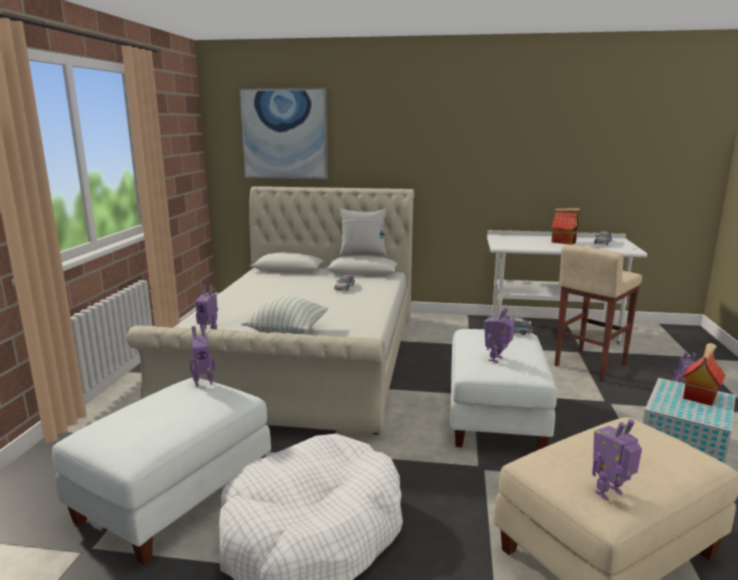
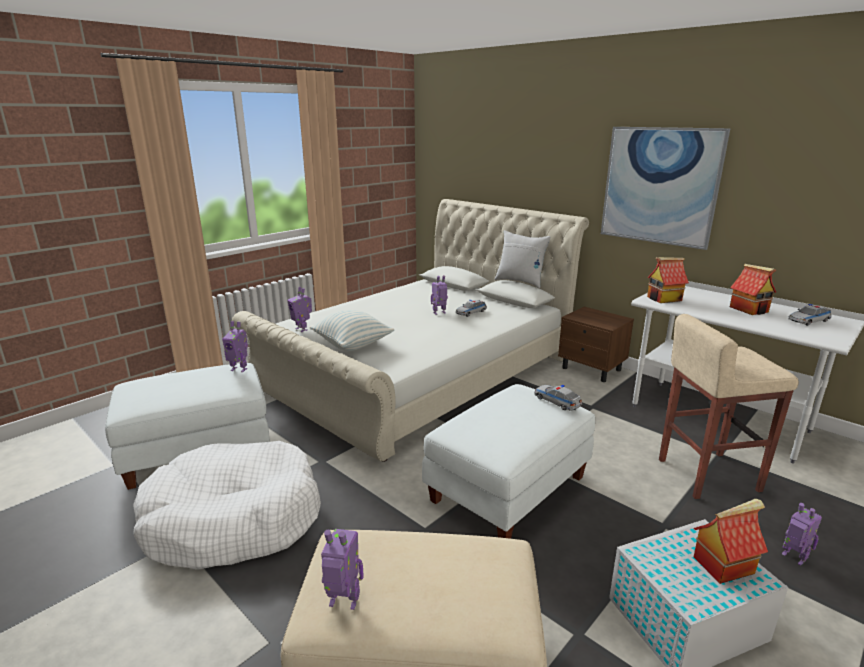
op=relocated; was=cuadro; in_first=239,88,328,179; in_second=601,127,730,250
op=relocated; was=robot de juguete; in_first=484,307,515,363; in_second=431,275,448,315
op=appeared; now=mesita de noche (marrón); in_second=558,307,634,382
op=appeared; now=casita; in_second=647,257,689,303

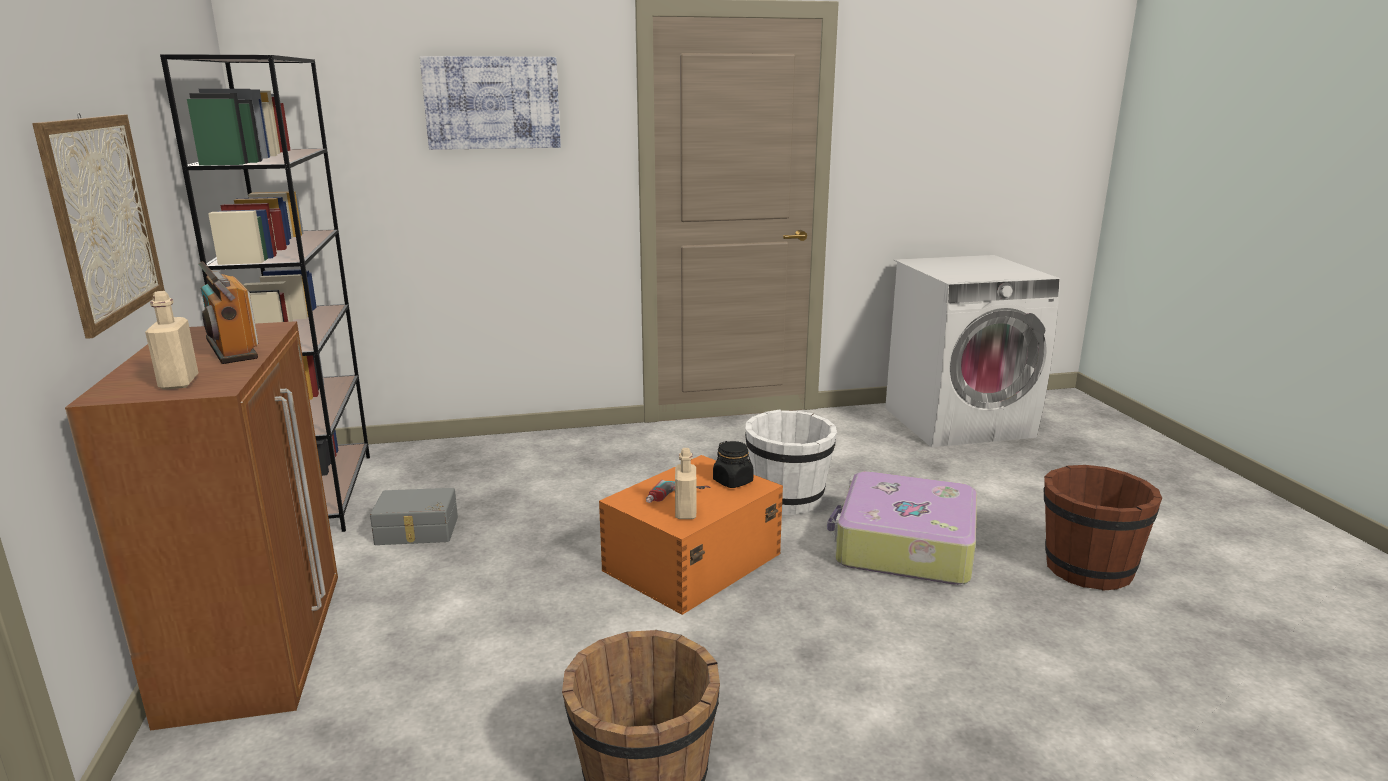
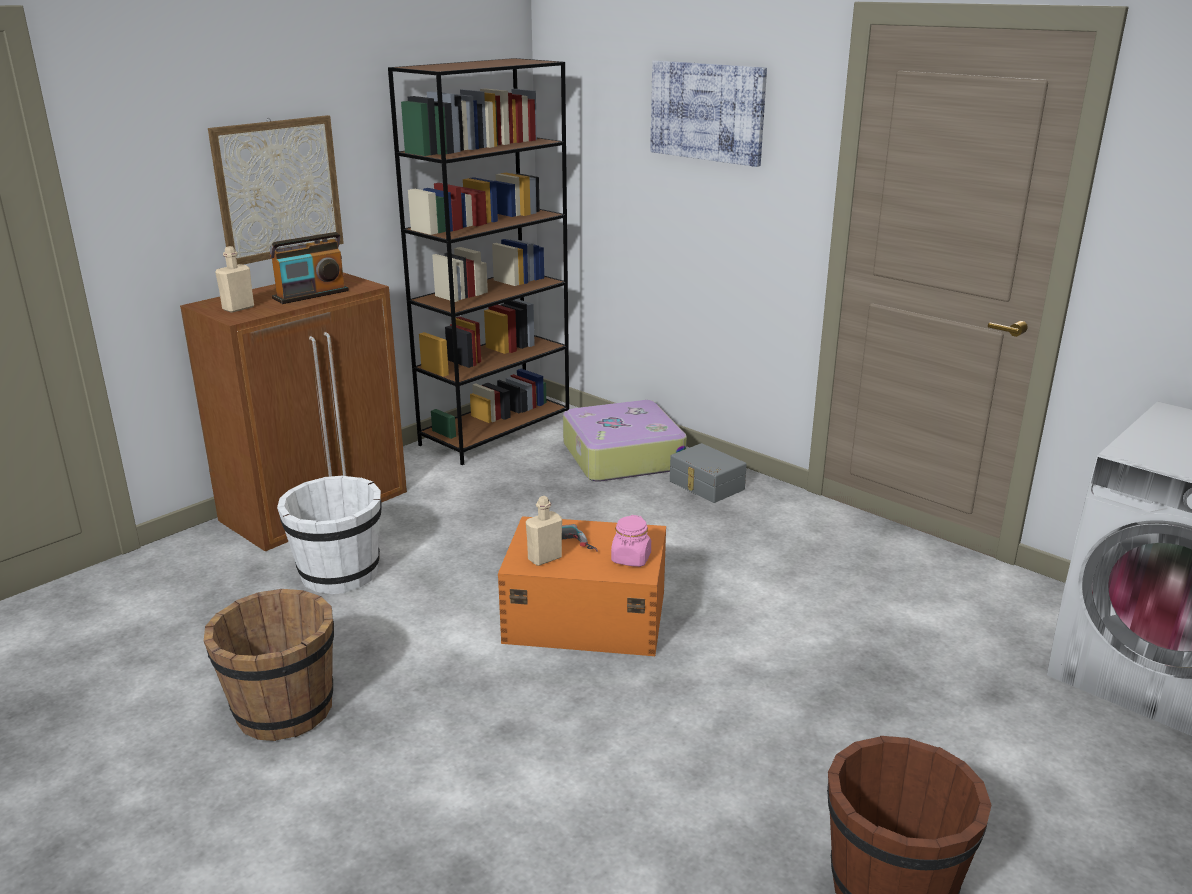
op=spun; was=radio; in_first=198,261,259,364; in_second=270,232,349,304; clockwise=-150
op=relocated; was=caja de almacenaje (gris); in_first=370,488,458,545; in_second=670,443,747,503
op=colour; was=tarro (negro); now=tarro (rosa); in_first=713,441,754,488; in_second=611,515,651,567
op=relocated; was=cubo (blanco); in_first=745,409,837,515; in_second=277,476,382,594
op=relocated; was=maleta; in_first=827,471,977,585; in_second=563,400,687,482

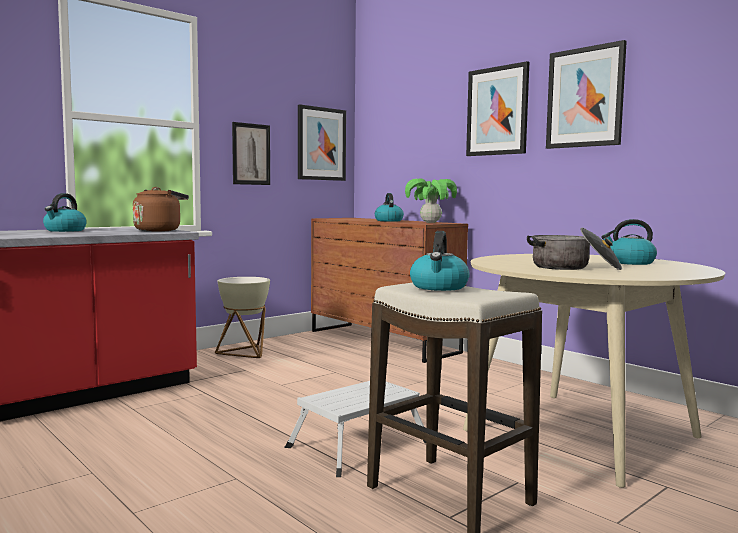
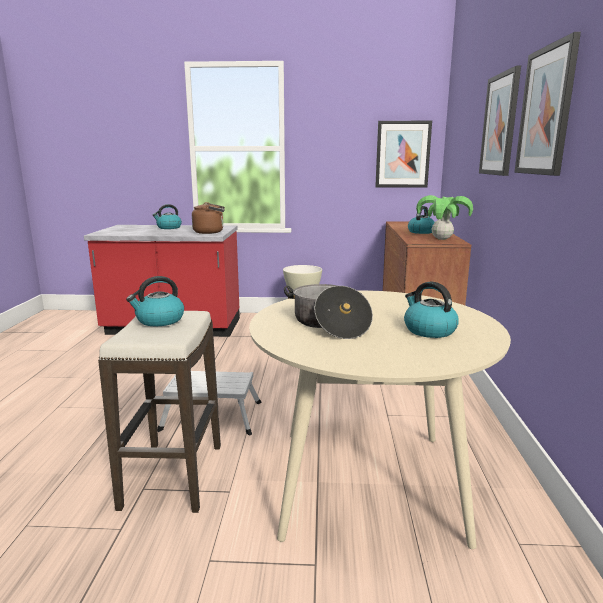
op=missing; was=cuadro; in_first=232,122,270,185

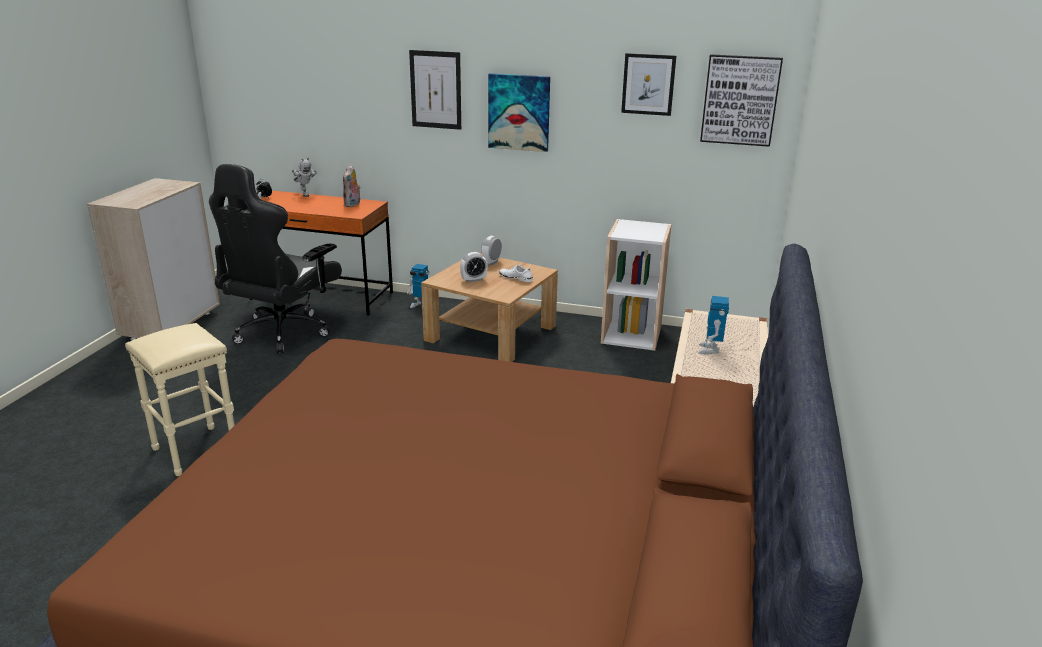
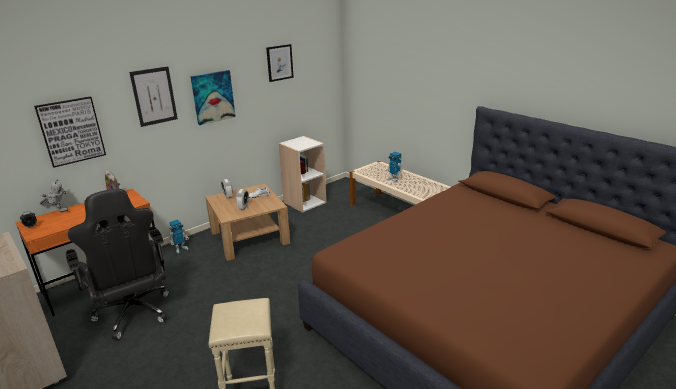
op=relocated; was=cuadro; in_first=700,54,783,147; in_second=34,97,106,167

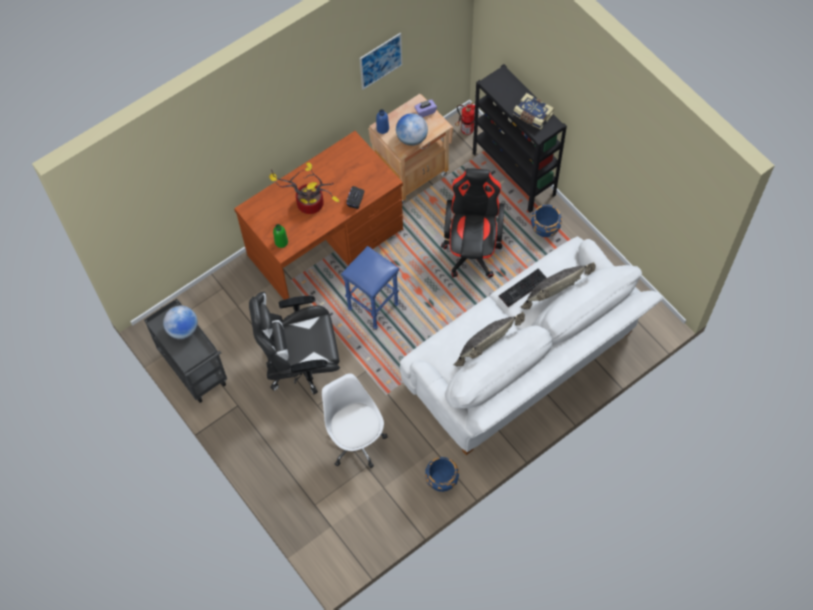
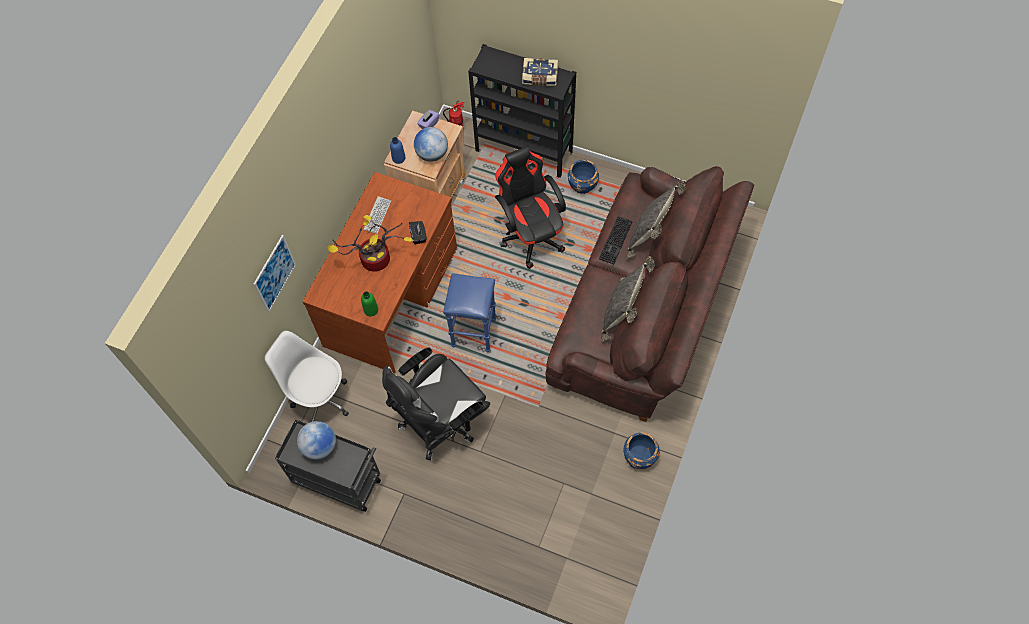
op=relocated; was=silla de oficina (blanco); in_first=322,373,387,468; in_second=265,331,349,422
op=relocated; was=cuadro; in_first=360,32,402,90; in_second=254,235,296,312
op=colour; was=sofá (blanco); now=sofá (marrón); in_first=400,236,662,455; in_second=545,166,754,422
op=appeared; now=teclado; in_second=364,196,391,234

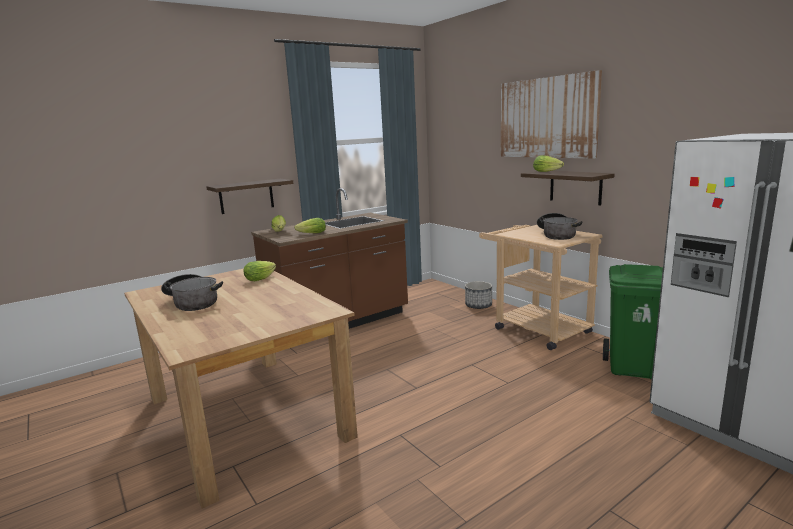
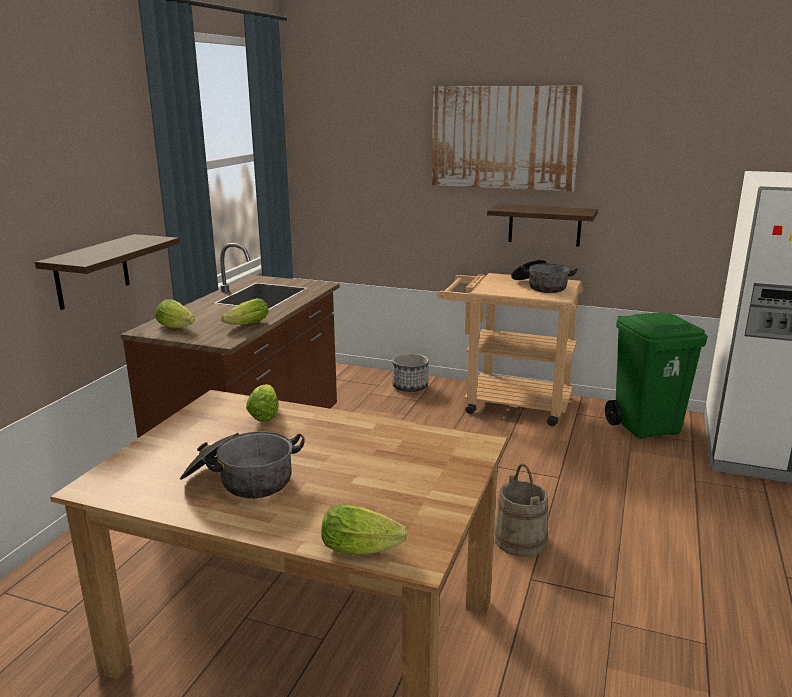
op=relocated; was=lechuga; in_first=533,155,564,172; in_second=321,504,408,555
op=appeared; now=cubo (beis); in_second=494,463,548,557

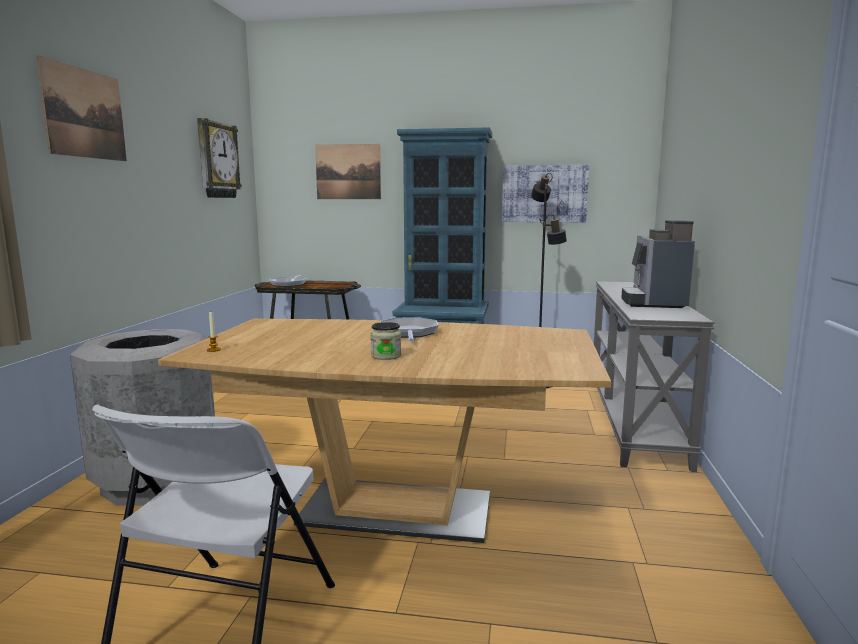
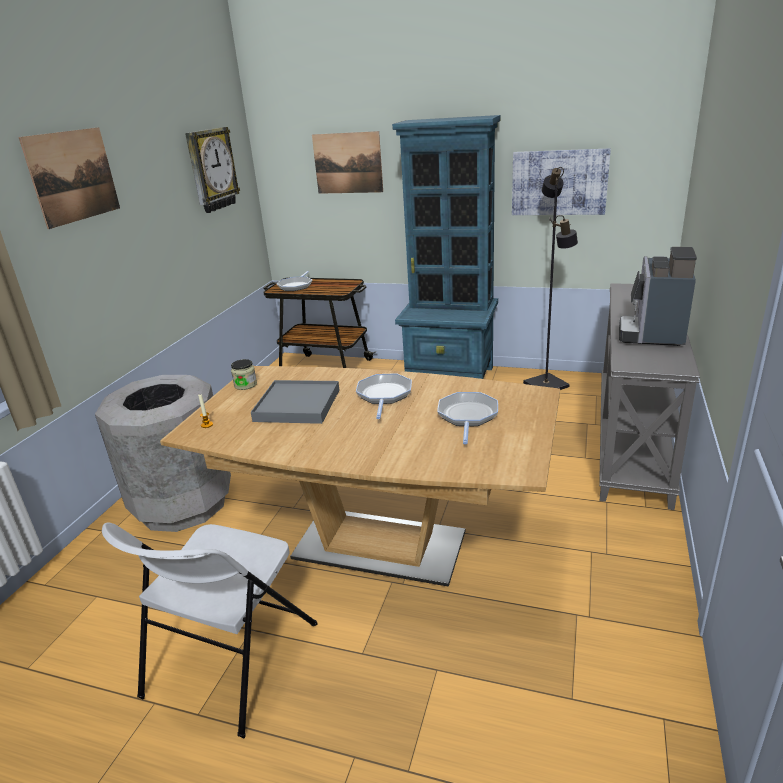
op=relocated; was=tarro; in_first=371,322,401,360; in_second=231,359,257,390
op=appeared; now=bandeja (gris); in_second=251,380,339,424
op=appeared; now=sartén; in_second=437,392,498,445

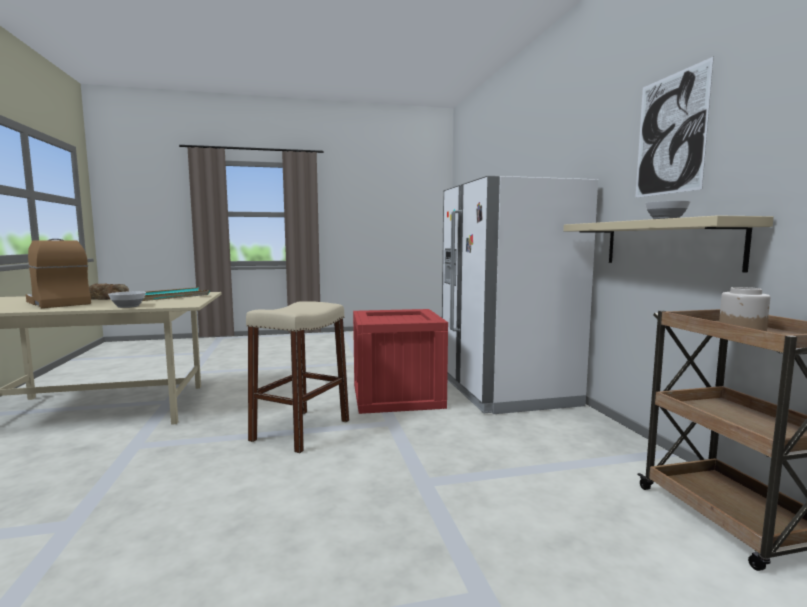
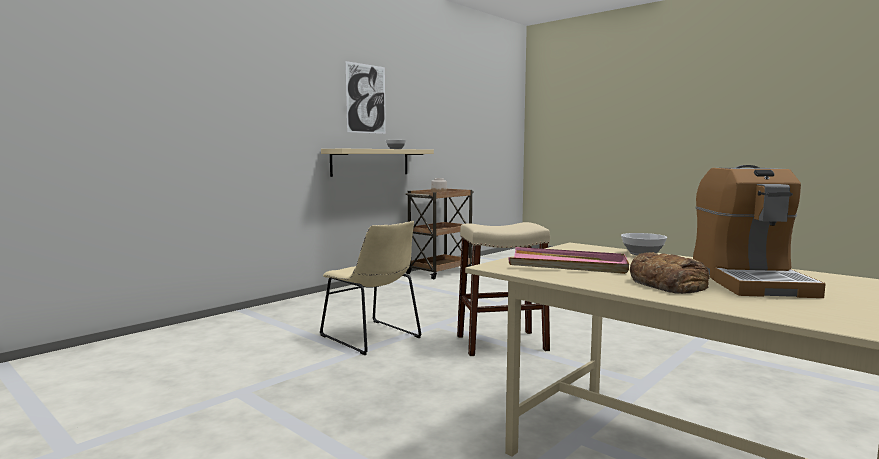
op=colour; was=bandeja (turquesa); now=bandeja (rosa); in_first=142,287,210,301; in_second=508,247,629,274
op=exchanged; was=caja de embalaje; now=silla (beis); in_first=353,309,448,414; in_second=320,221,421,355
op=missing; was=nevera (blanco); in_first=442,176,598,414

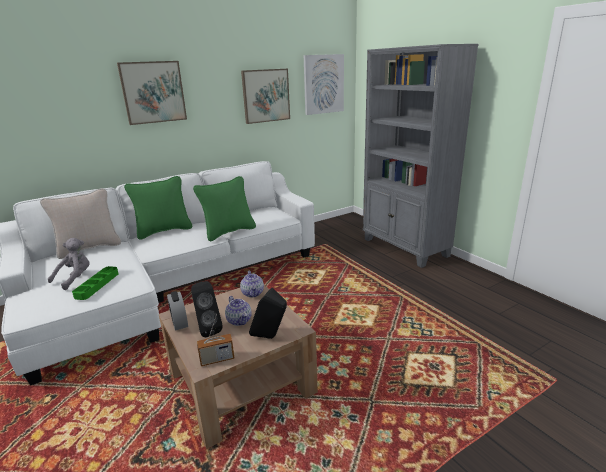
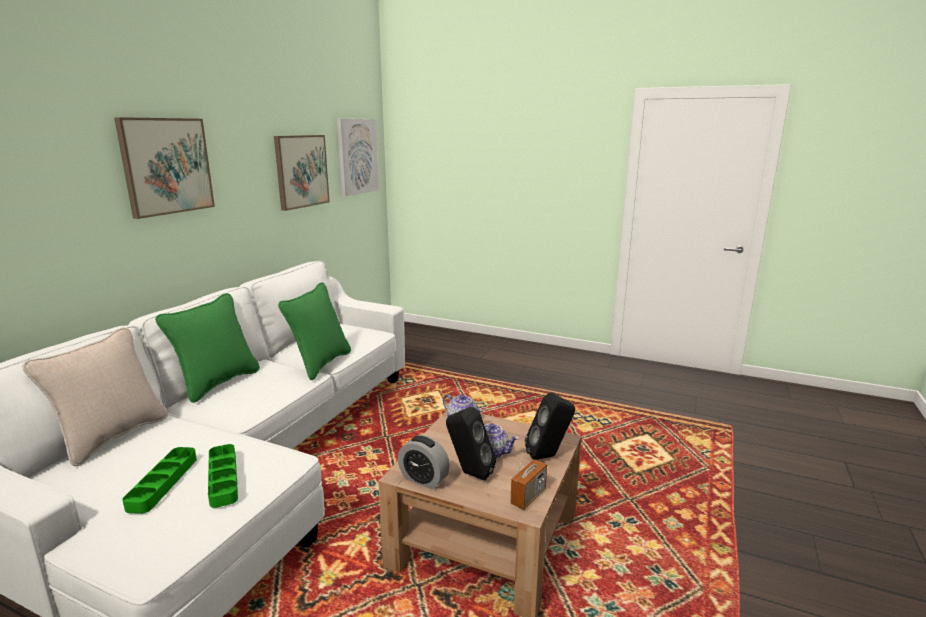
op=exchanged; was=peluche (gris); now=bandeja (verde); in_first=48,238,90,290; in_second=122,447,197,514
op=missing; was=estantería (gris); in_first=363,44,479,268

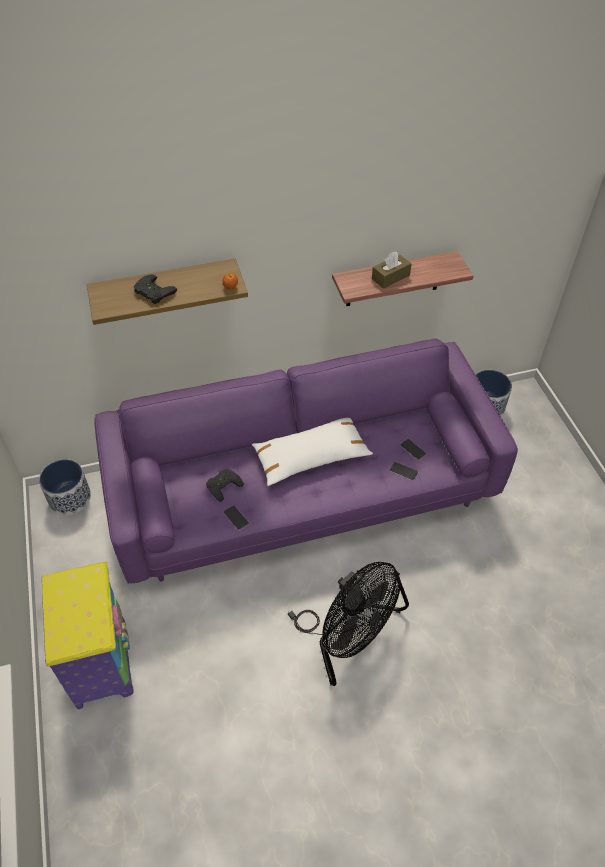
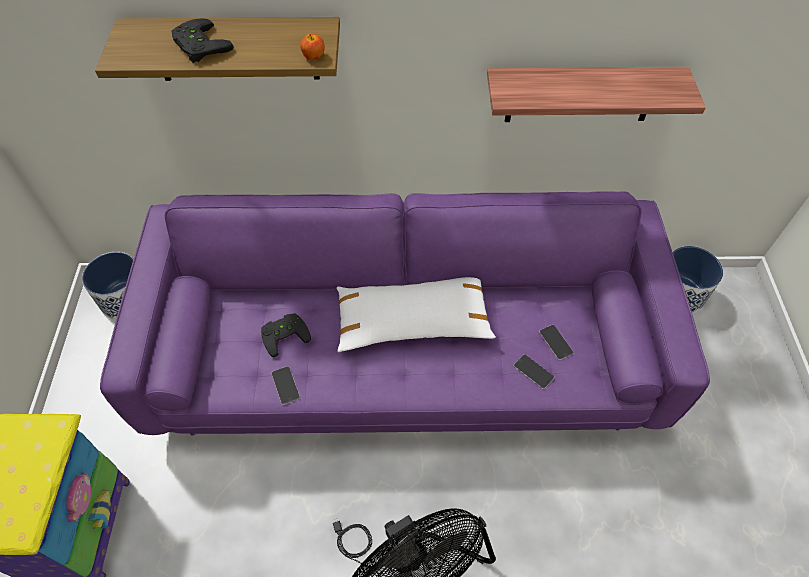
op=missing; was=caja de pañuelos (marrón); in_first=372,251,412,289

